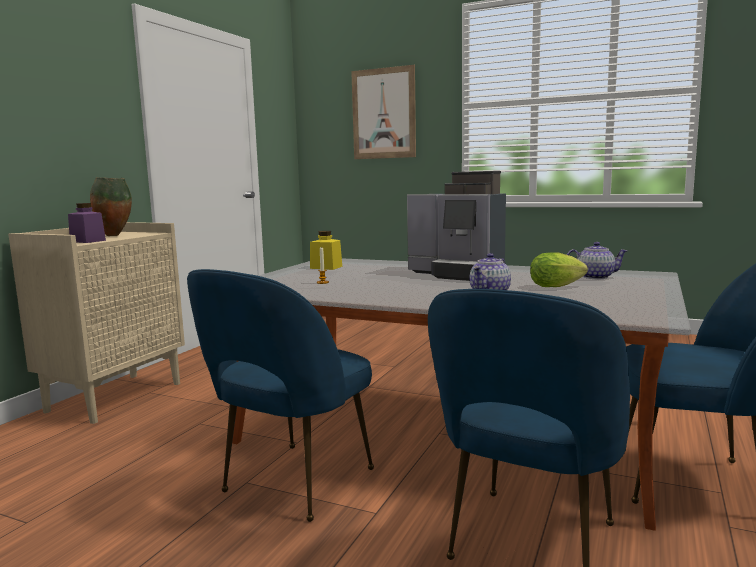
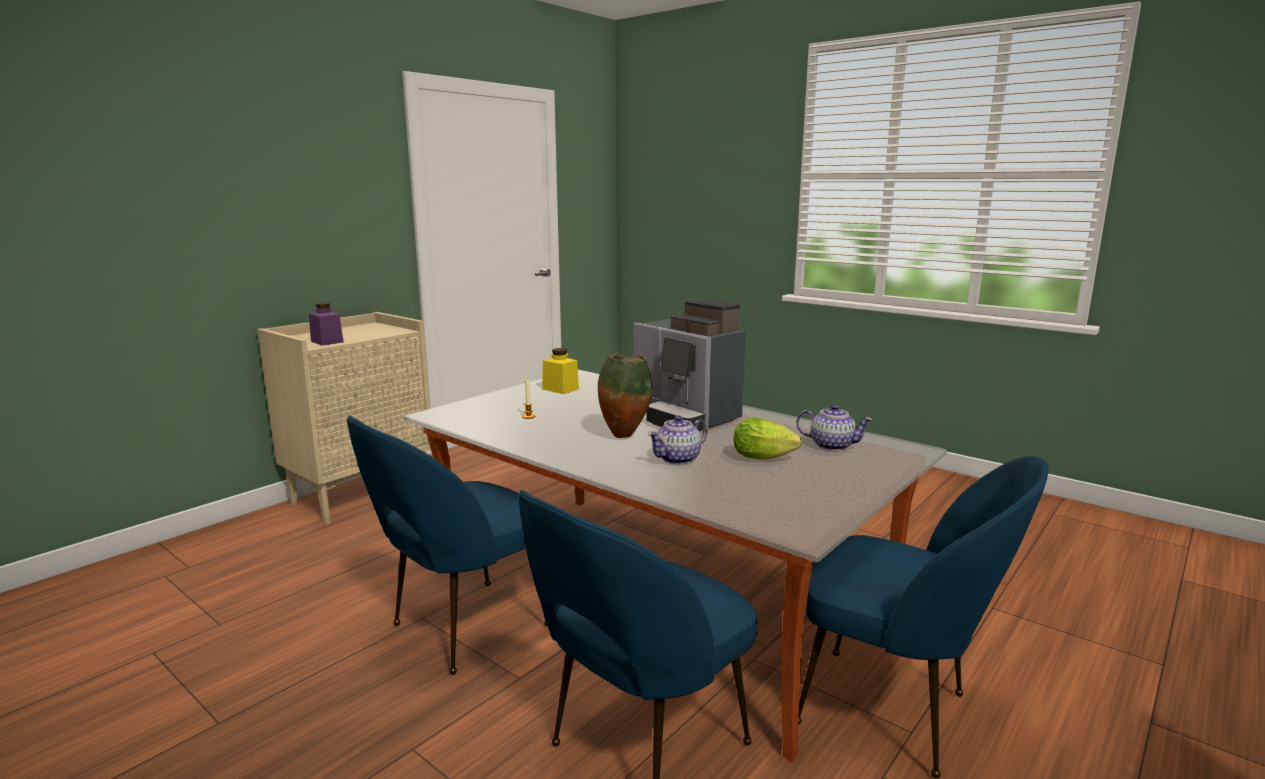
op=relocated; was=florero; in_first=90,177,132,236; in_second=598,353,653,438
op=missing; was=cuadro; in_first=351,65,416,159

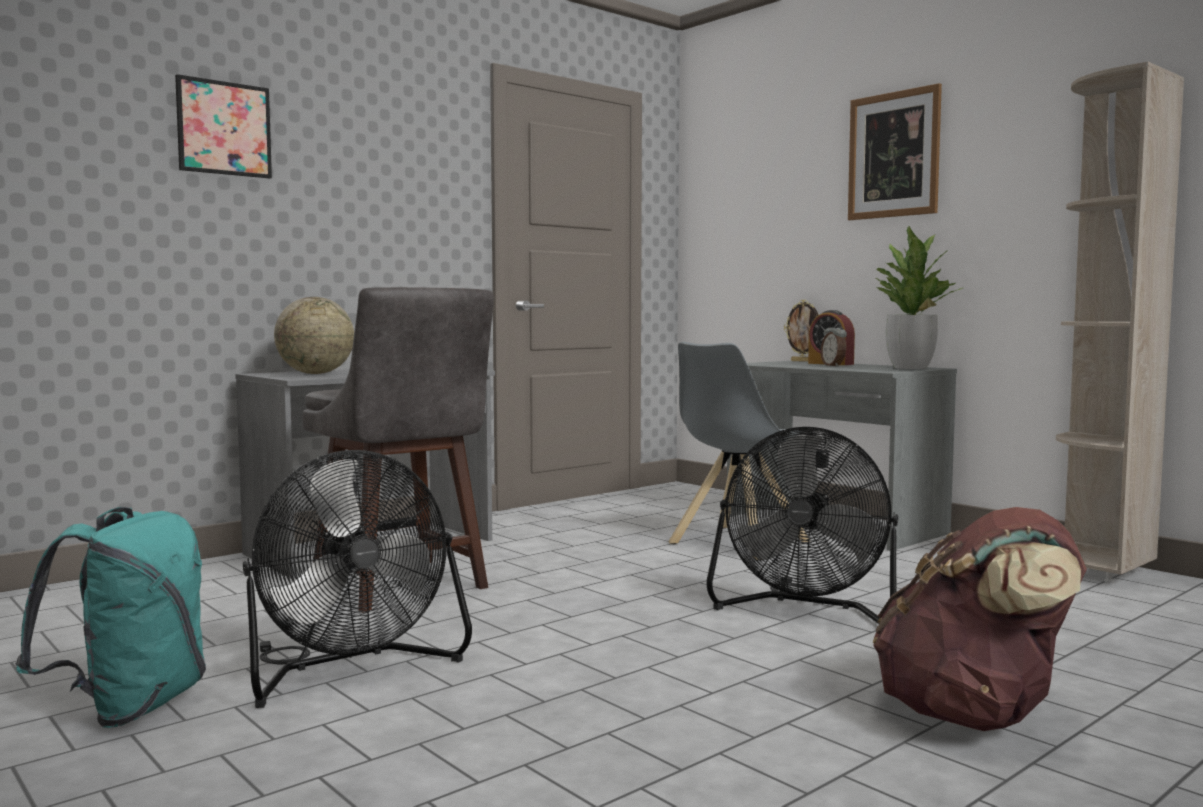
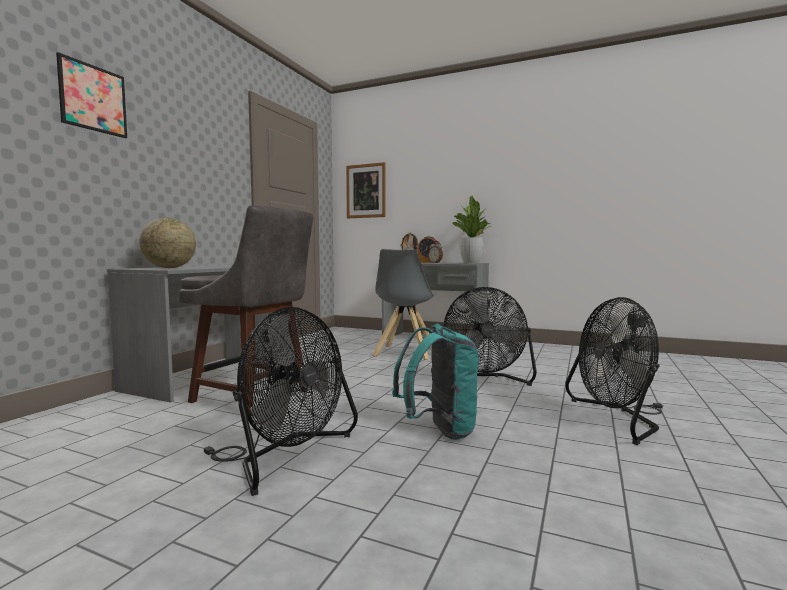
op=relocated; was=mochila (turquesa); in_first=15,507,206,728; in_second=392,324,480,440
op=relocated; was=cuadro; in_first=848,83,942,220; in_second=346,162,386,218
op=exchanged; was=mochila (marrón); now=ventilador (negro); in_first=873,507,1087,731; in_second=565,297,664,445
op=missing; was=estantería (beis); in_first=1056,62,1184,583

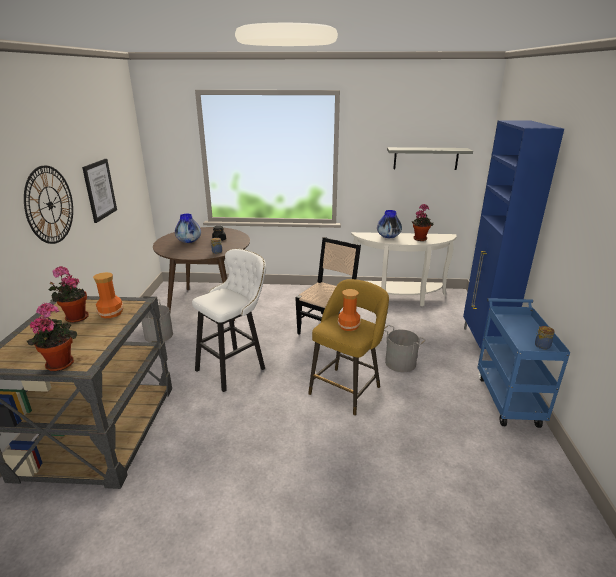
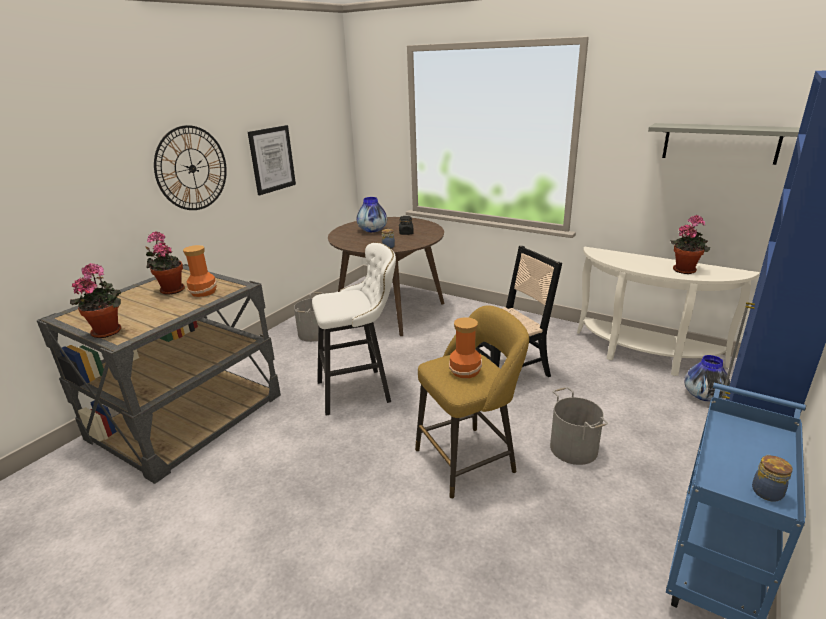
op=relocated; was=florero; in_first=377,210,402,238; in_second=684,355,730,401

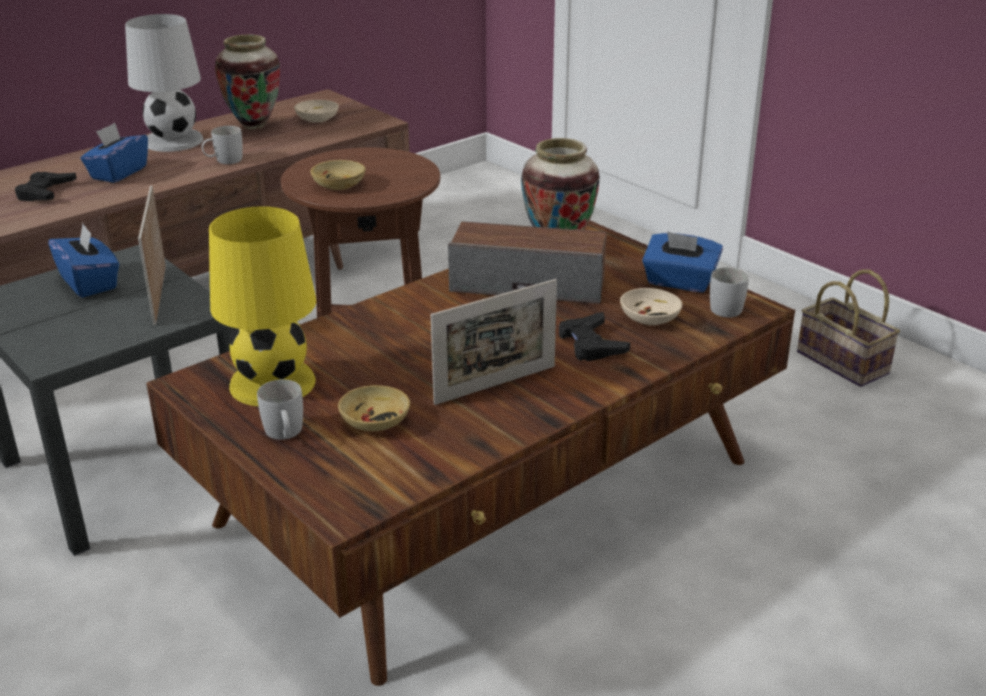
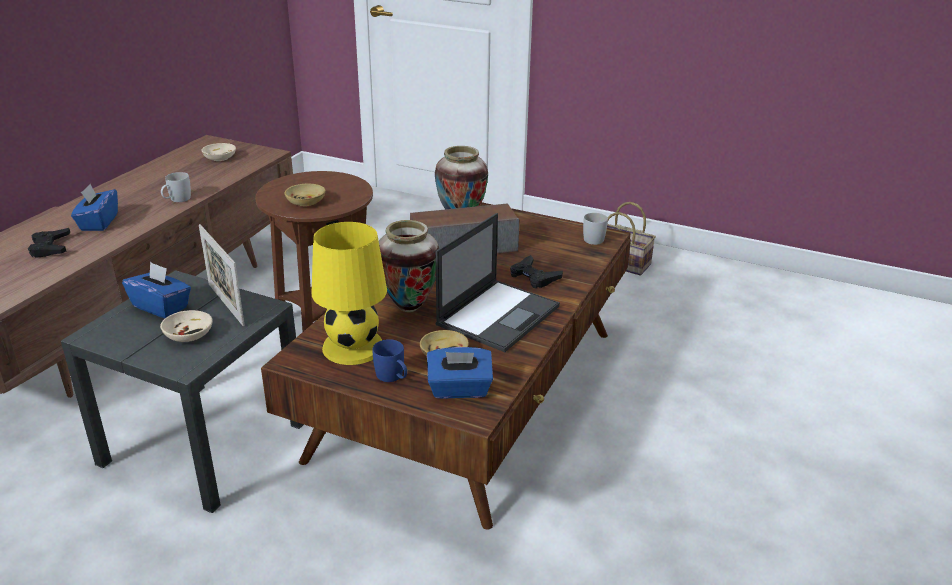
op=missing; was=lámpara de mesa (blanco); in_first=125,14,203,152
op=relocated; was=florero; in_first=215,35,280,130; in_second=379,220,439,312
op=colour; was=taza grande (blanco); now=taza grande (azul); in_first=257,379,303,440; in_second=373,339,407,382
op=exchanged; was=portarretratos; now=portátil; in_first=431,279,557,405; in_second=435,213,560,352
op=relocated; was=cuenco (beis); in_first=620,288,682,325; in_second=160,310,213,342
op=relocated; was=caja de pañuelos (azul); in_first=642,231,723,293; in_second=427,347,493,399

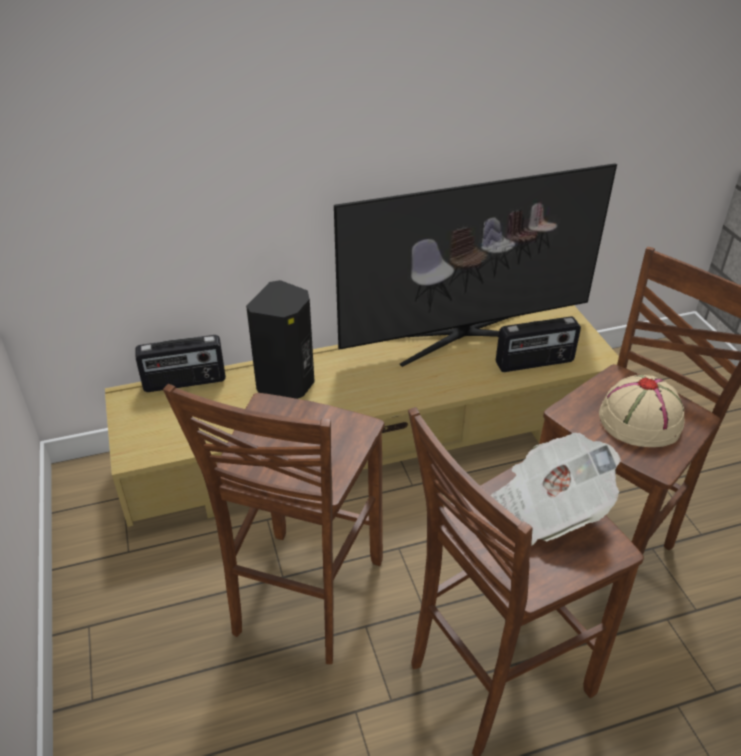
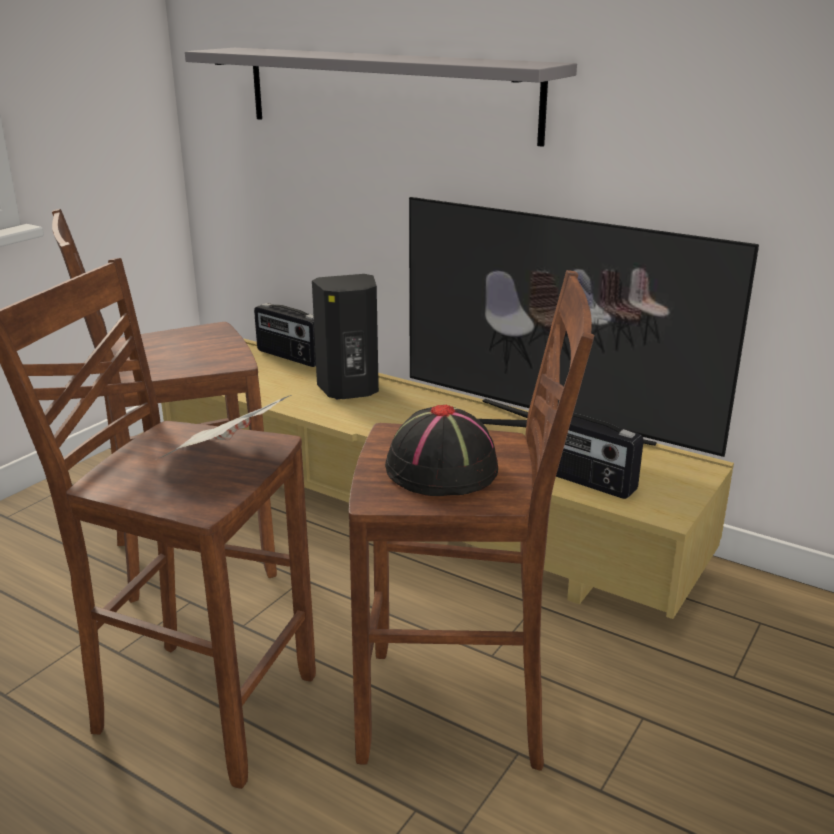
op=colour; was=sombrero (beis); now=sombrero (negro); in_first=599,375,684,447; in_second=385,404,498,496
op=appeared; now=estante (gris); in_second=185,48,577,147

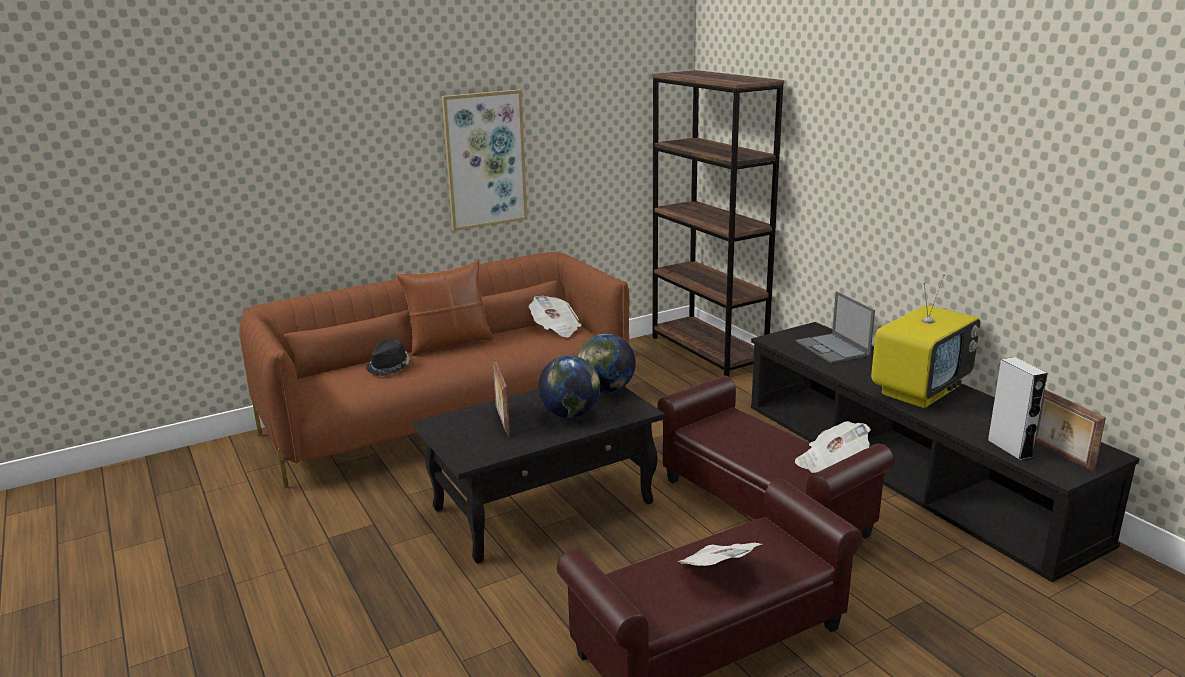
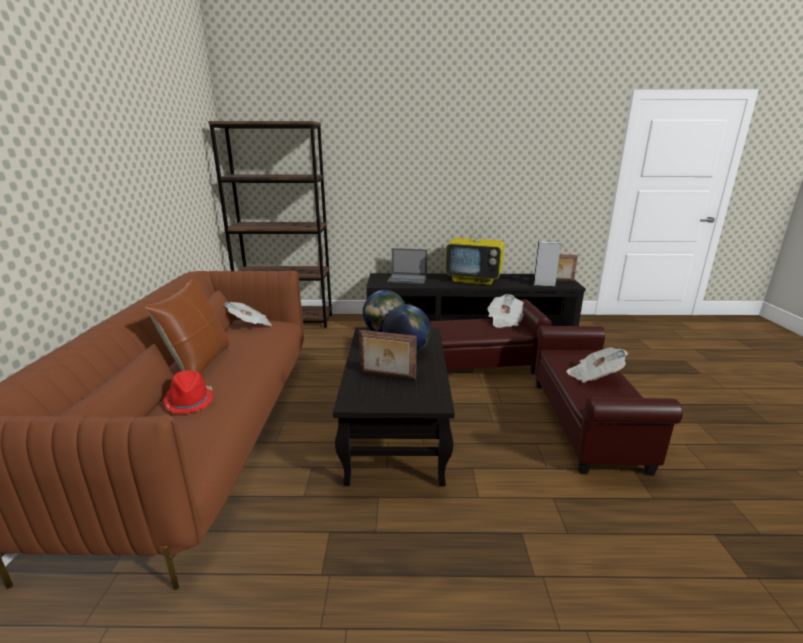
op=colour; was=sombrero (negro); now=sombrero (rojo); in_first=366,339,410,376; in_second=164,371,213,414
op=missing; was=cuadro; in_first=442,90,527,231
op=spun; was=televisor; in_first=871,274,980,408; in_second=445,217,504,285; clockwise=120

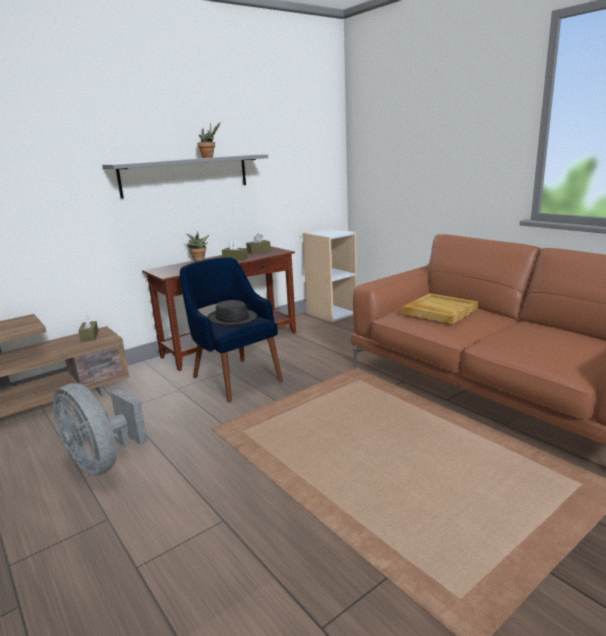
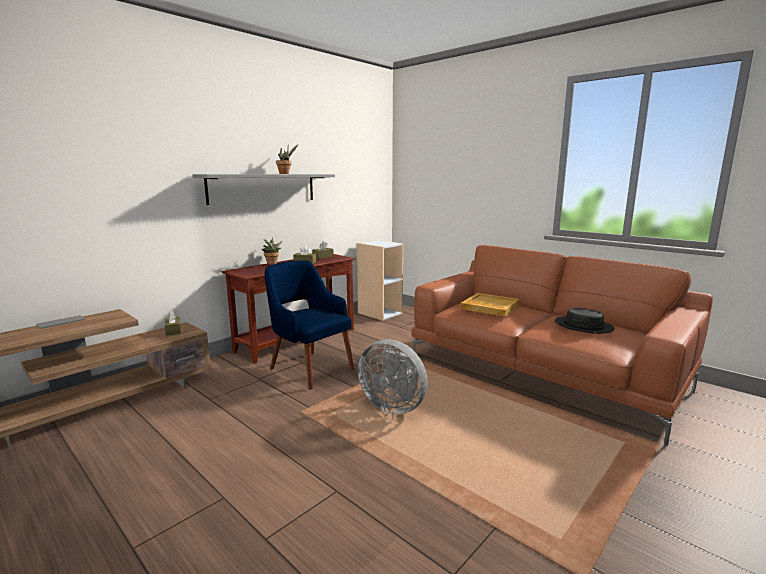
op=relocated; was=ventilador (gris); in_first=53,383,148,476; in_second=358,339,428,414
op=relocated; was=sombrero (negro); in_first=207,300,257,325; in_second=555,308,615,334

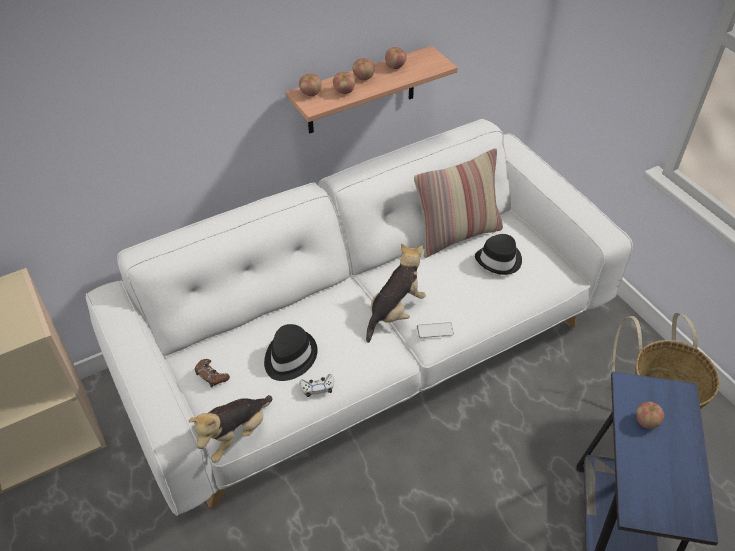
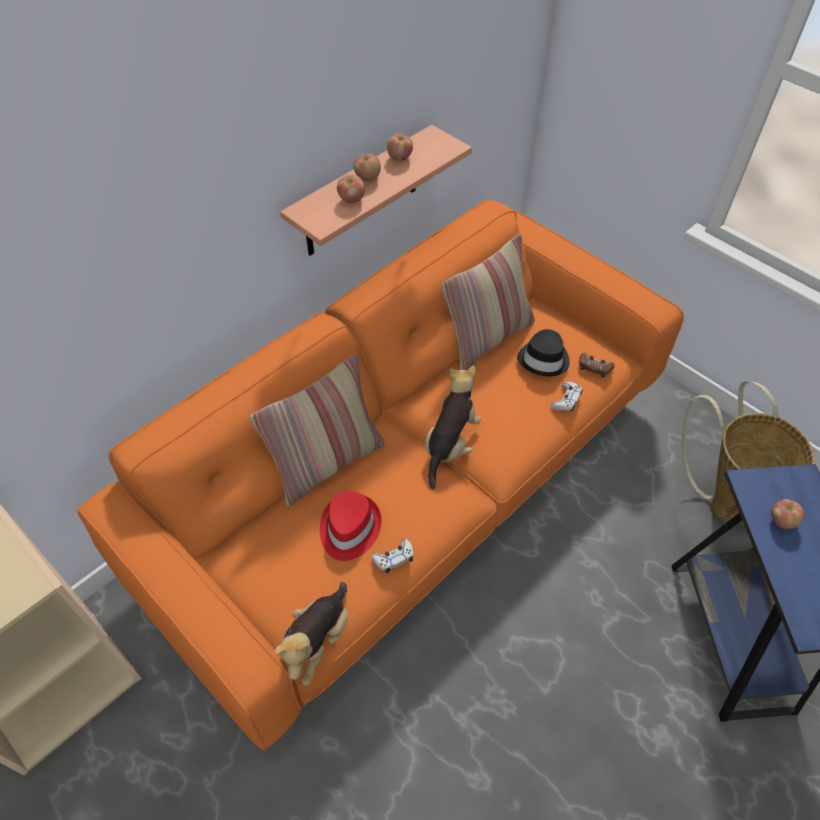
op=colour; was=sofá (blanco); now=sofá (naranja); in_first=86,119,633,516; in_second=77,200,684,751
op=relocated; was=mando de consola (marrón); in_first=195,359,230,387; in_second=579,353,614,377
op=colour; was=sombrero (negro); now=sombrero (rojo); in_first=264,324,317,381; in_second=320,491,381,561
op=missing; was=manzana; in_first=299,73,322,96
op=missing; was=móvil; in_first=417,322,454,338
op=appeared; now=cojín; in_second=249,354,385,507
op=appeared; now=mando de consola (blanco); in_second=551,382,583,412

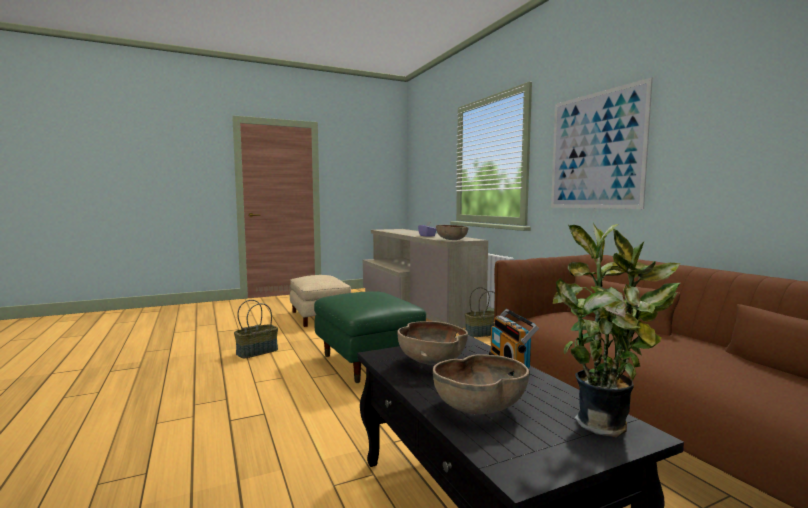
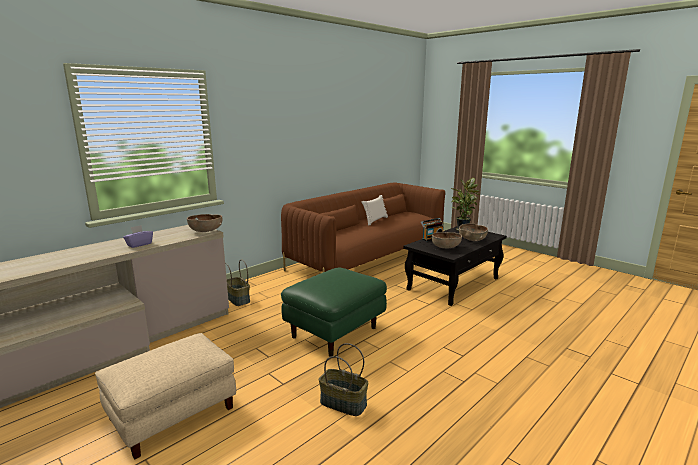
op=missing; was=cuadro; in_first=551,77,653,209
op=appeared; now=cojín (blanco); in_second=361,195,388,226

